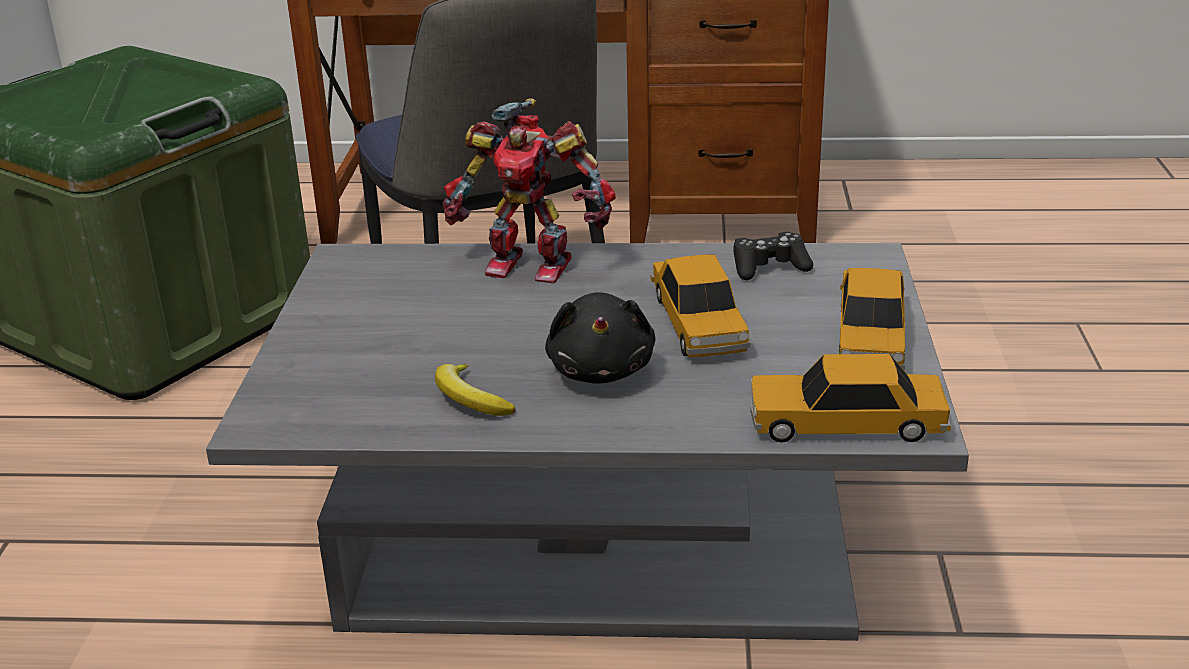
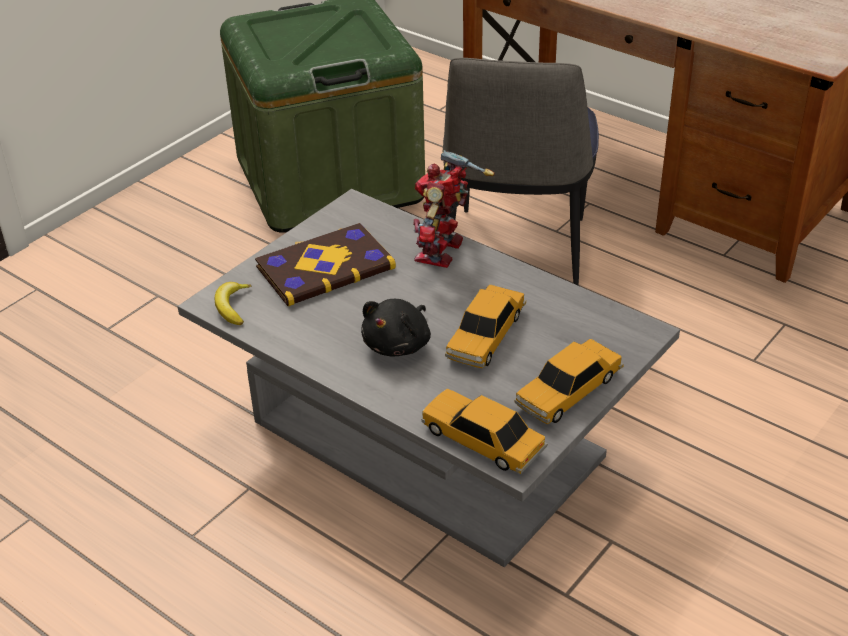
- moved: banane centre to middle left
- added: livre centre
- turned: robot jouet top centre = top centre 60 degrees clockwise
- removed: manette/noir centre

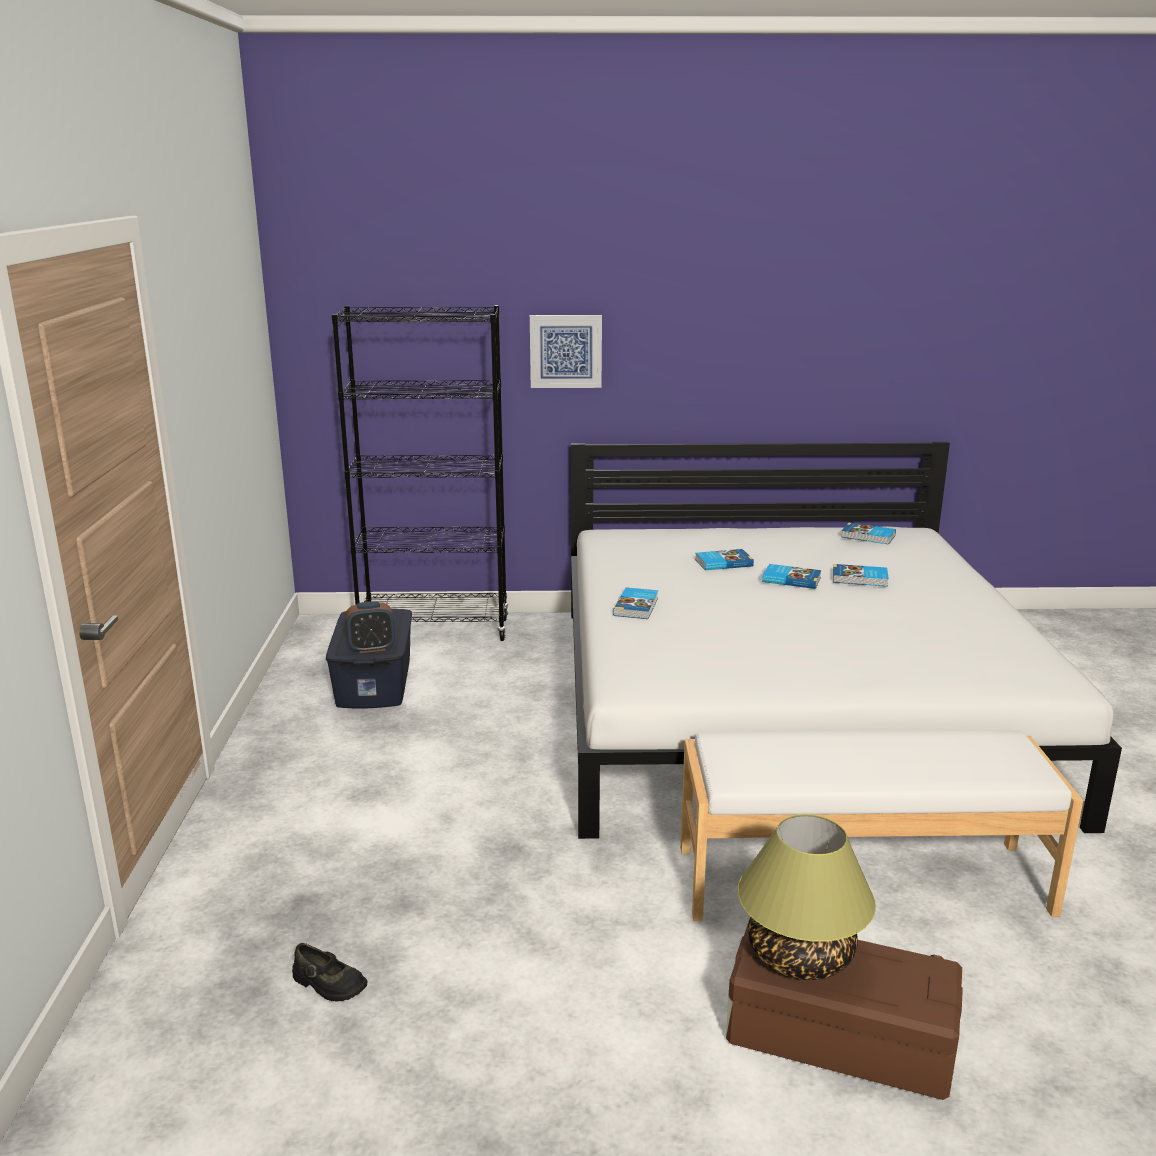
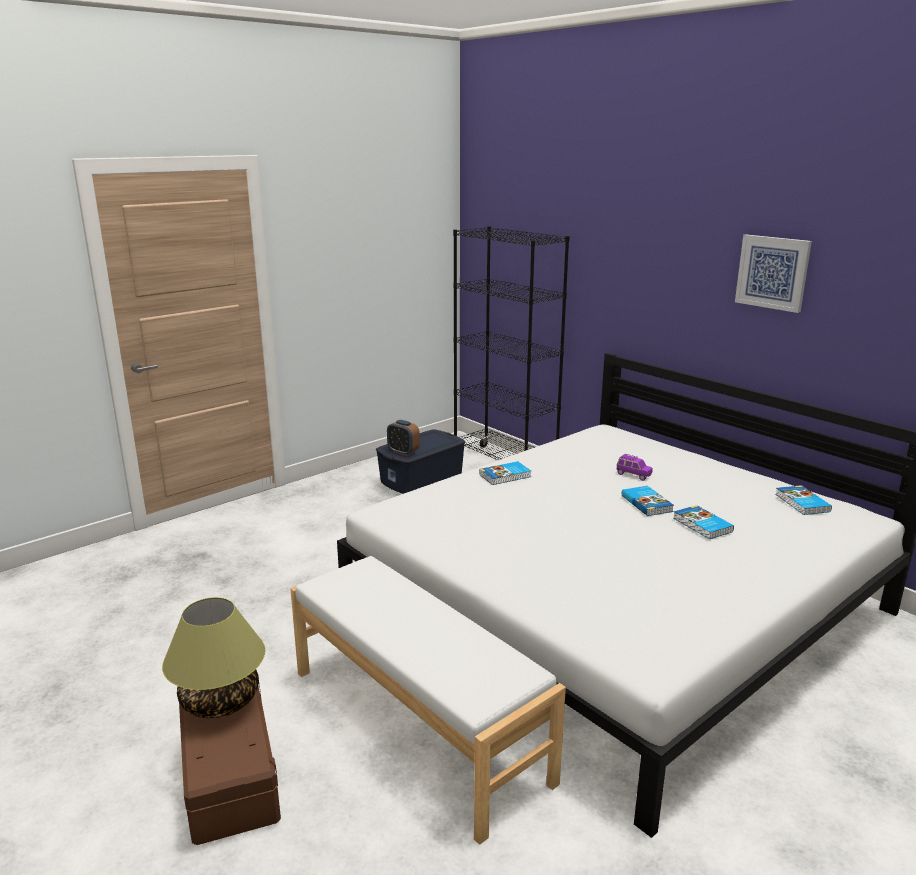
- replaced: livre (2nd from left) centre to petite voiture/violet middle right
- moved: tableau top centre to top right
- removed: chaussure/noir bottom left

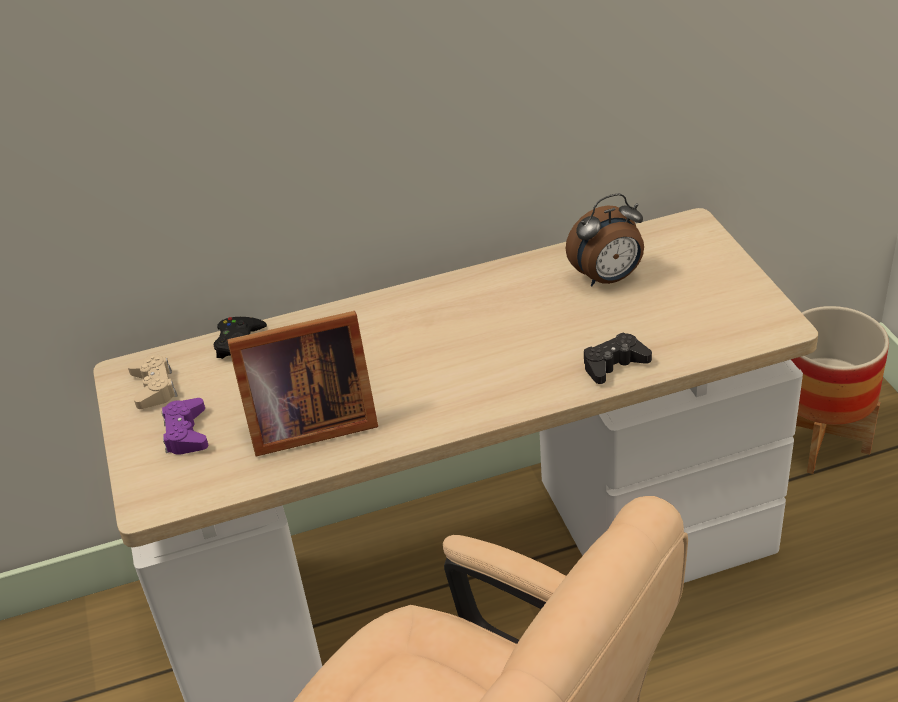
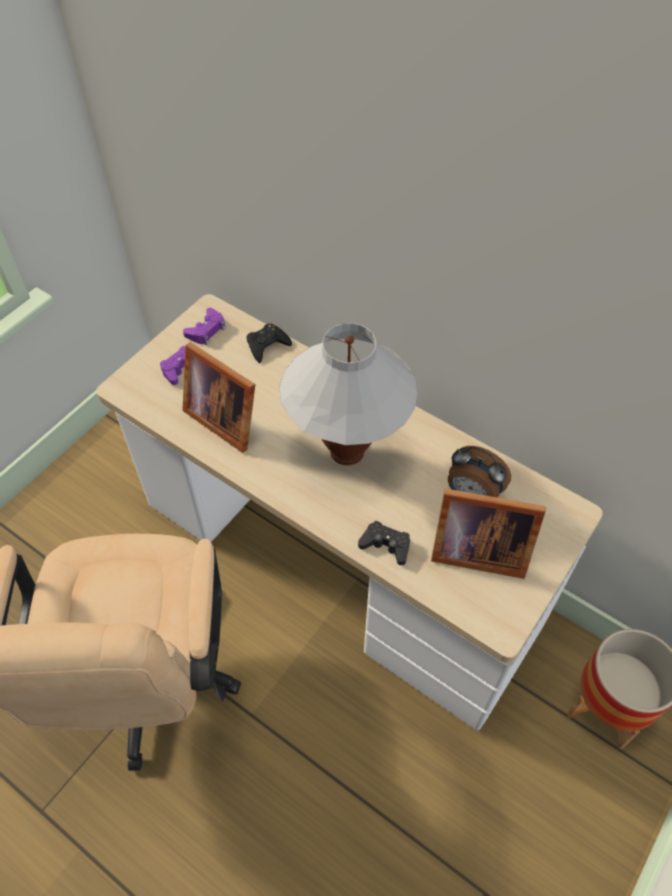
- recoloured: manette/beige middle left to manette/violet (2nd from left) middle left
- added: lampe de table/blanc centre
- added: cadre photo (2nd from left) middle right

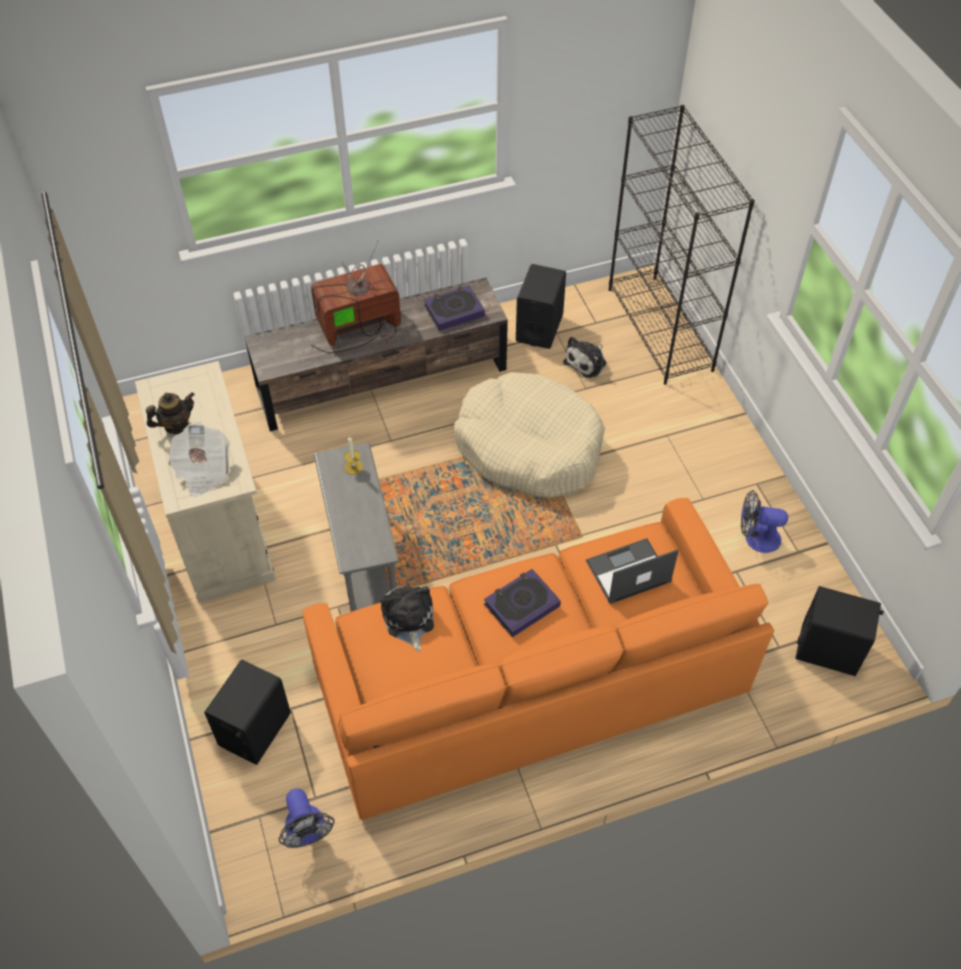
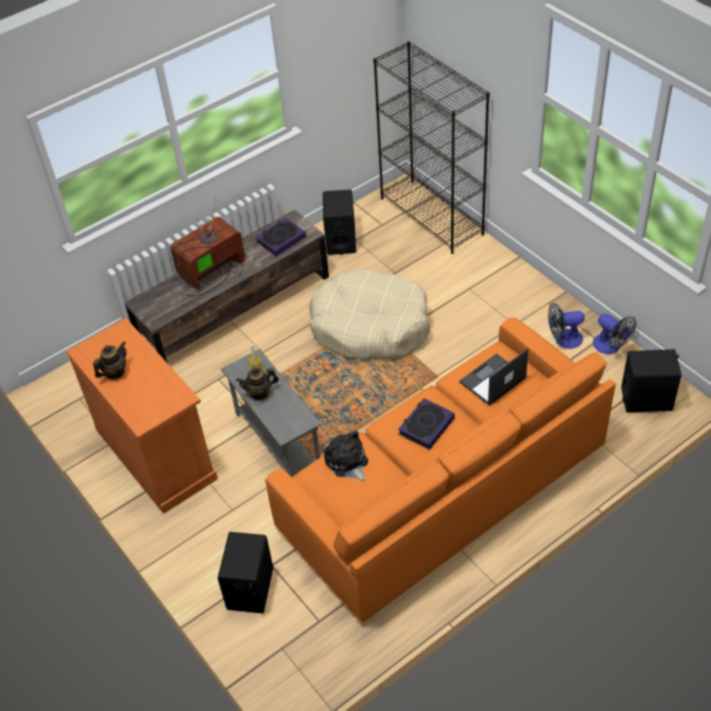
- recoloured: meuble de rangement/beige middle left to meuble de rangement/orange middle left
- added: théière (2nd from left) centre
- moved: ventilateur (1st from left in the first image) bottom left to ventilateur (2nd from left) middle right
- removed: journal middle left
- removed: peluche (2nd from left) centre

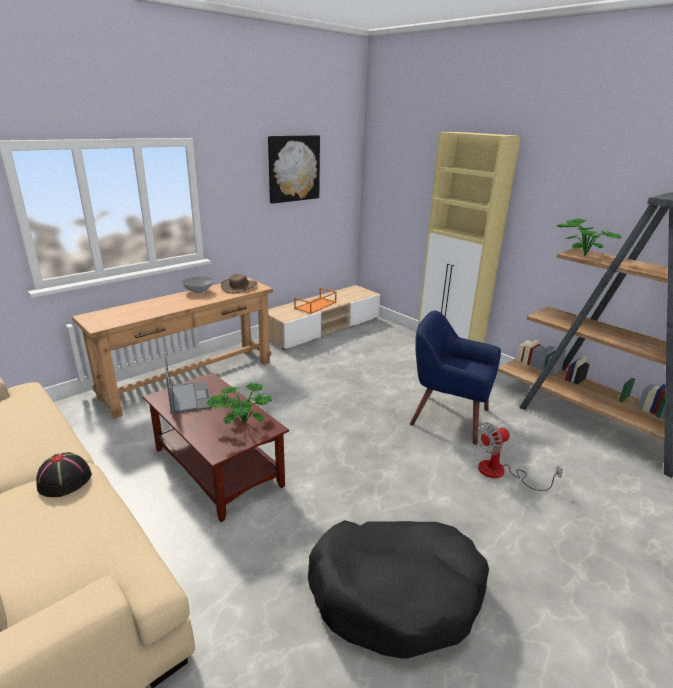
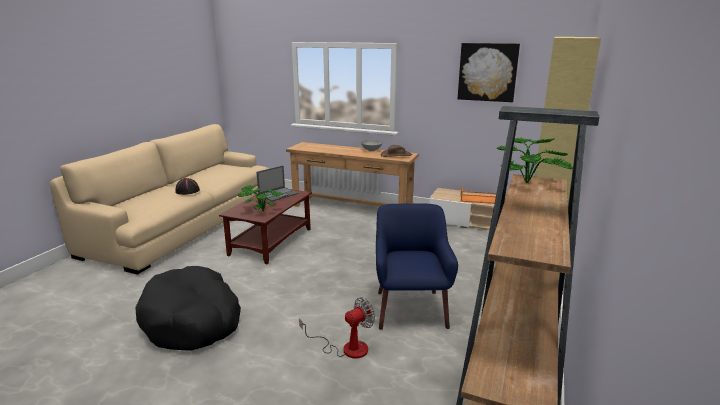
- turned: ventilateur middle right = bottom centre 105 degrees clockwise

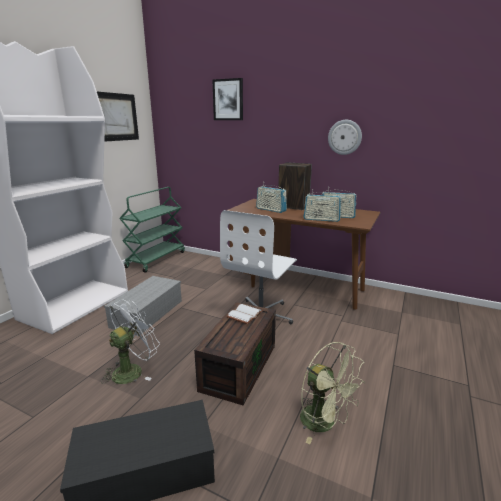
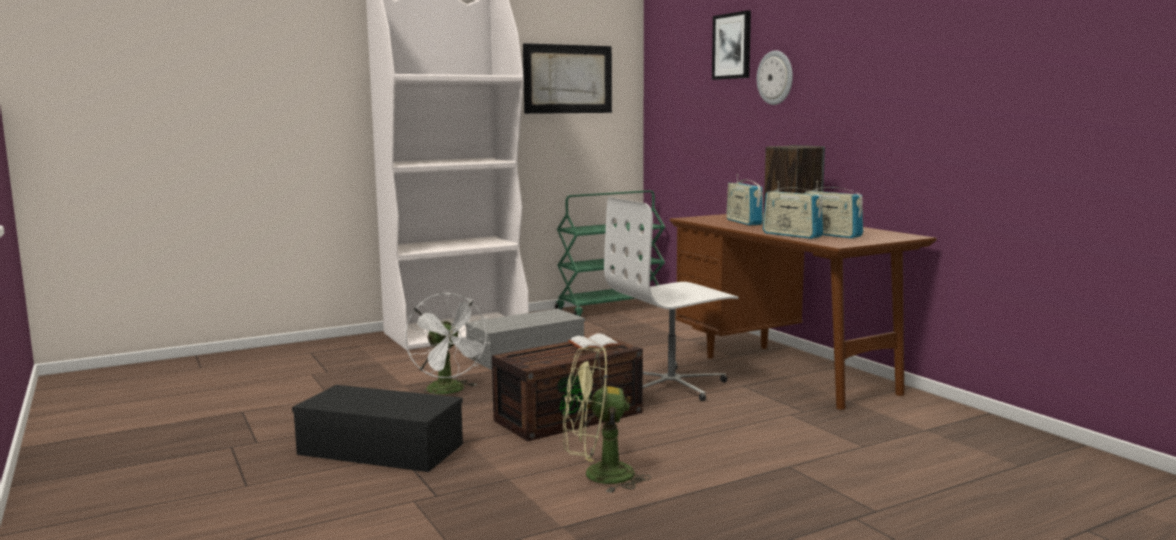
- turned: ventilateur/blanc bottom left = centre 75 degrees clockwise
- turned: ventilateur/vert bottom centre = bottom centre 90 degrees clockwise
- moved: horloge murale top right to top centre

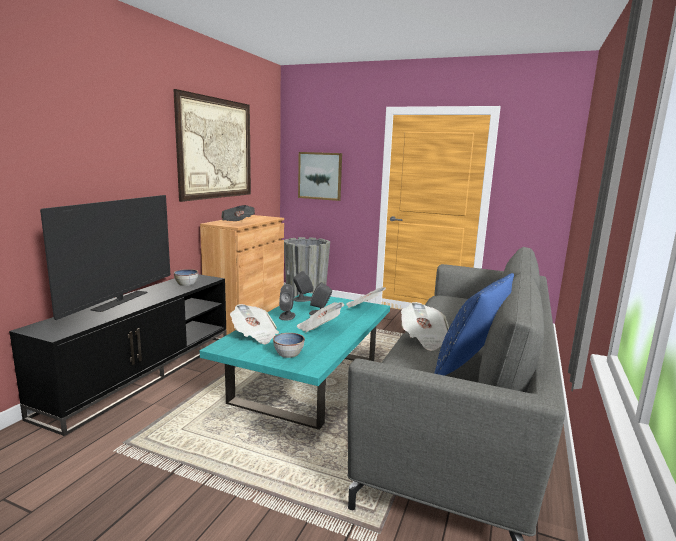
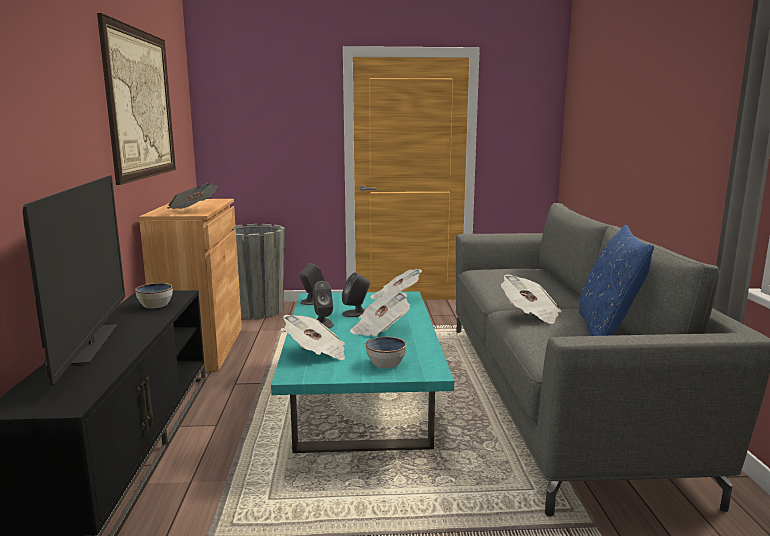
- removed: tableau (2nd from left) top centre

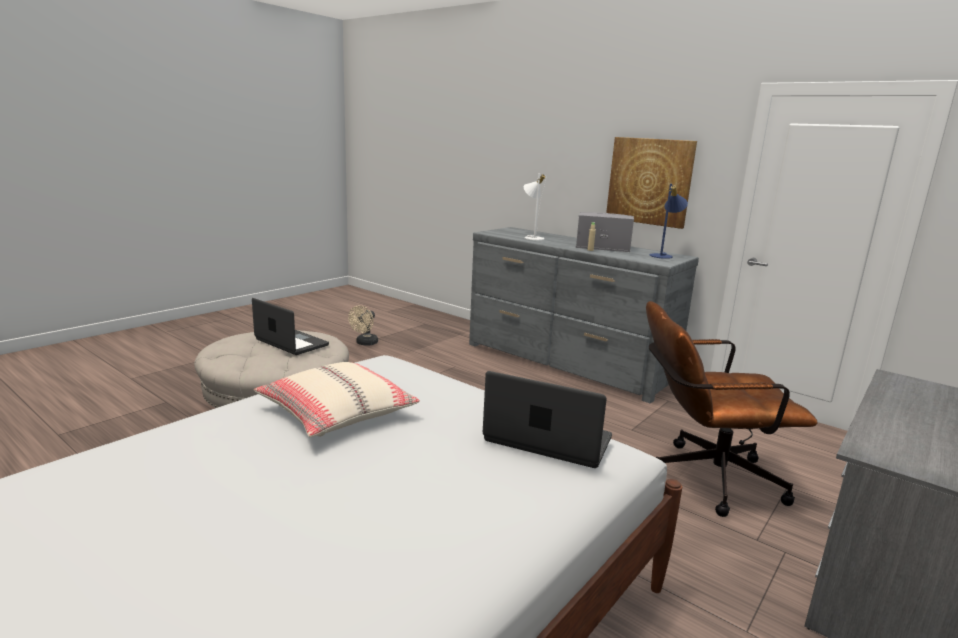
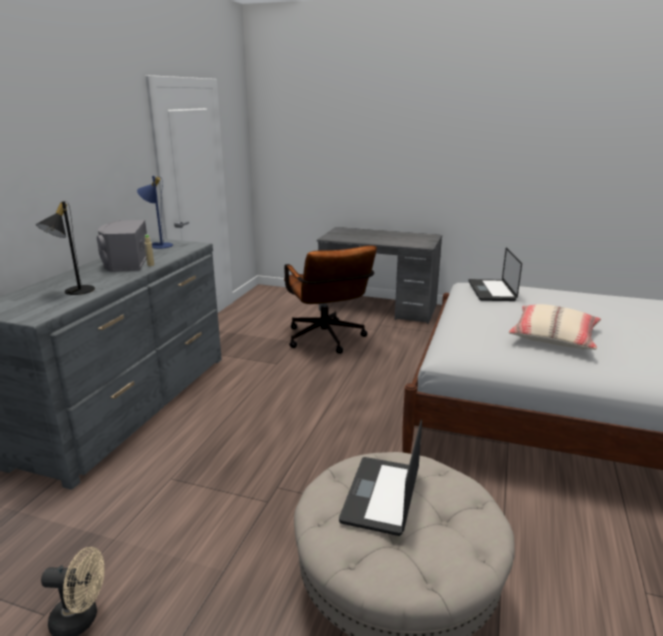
- recoloured: lampe de table/blanc top centre to lampe de table/noir middle left
- removed: tableau top right

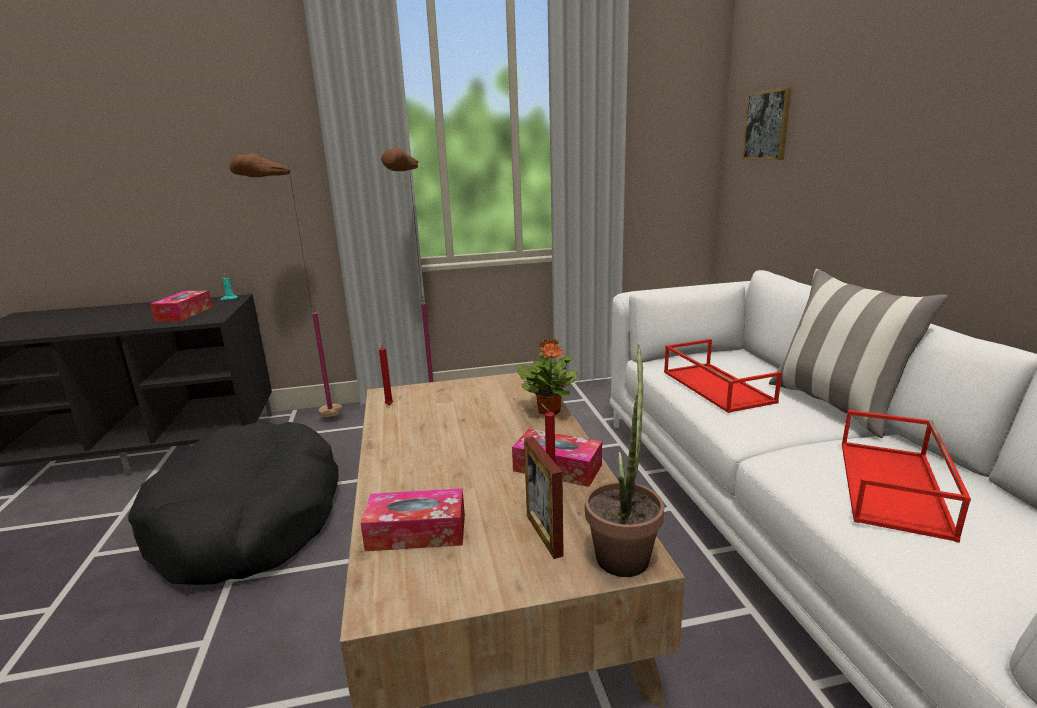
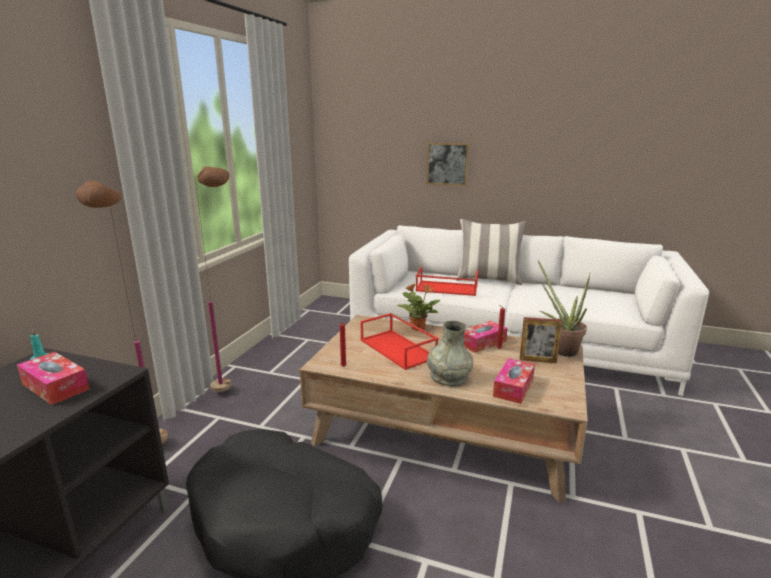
- moved: plateau/rouge (2nd from left in the first image) bottom right to plateau/rouge (1st from left) centre
- moved: tableau top right to top centre
- added: vase/gris centre

